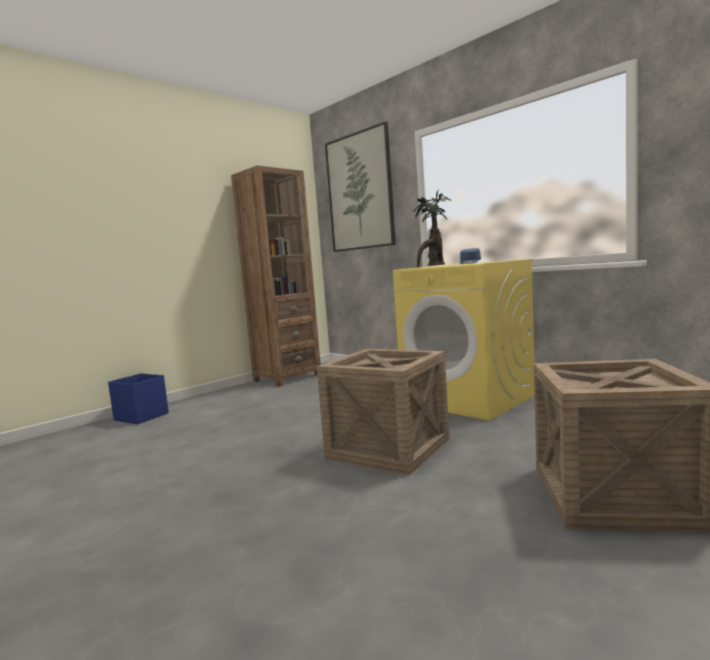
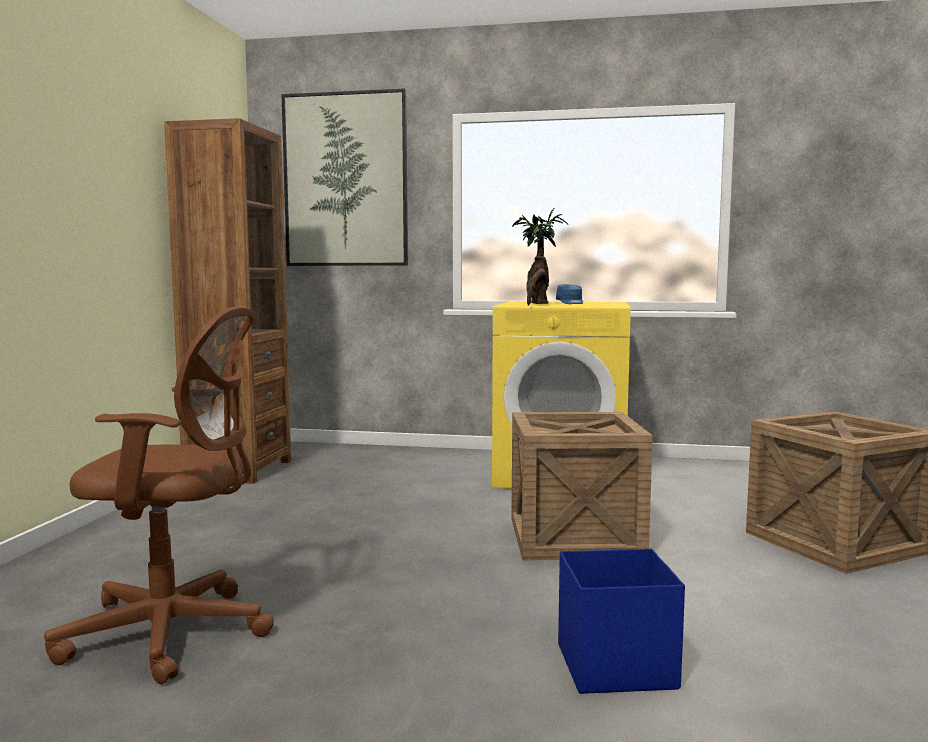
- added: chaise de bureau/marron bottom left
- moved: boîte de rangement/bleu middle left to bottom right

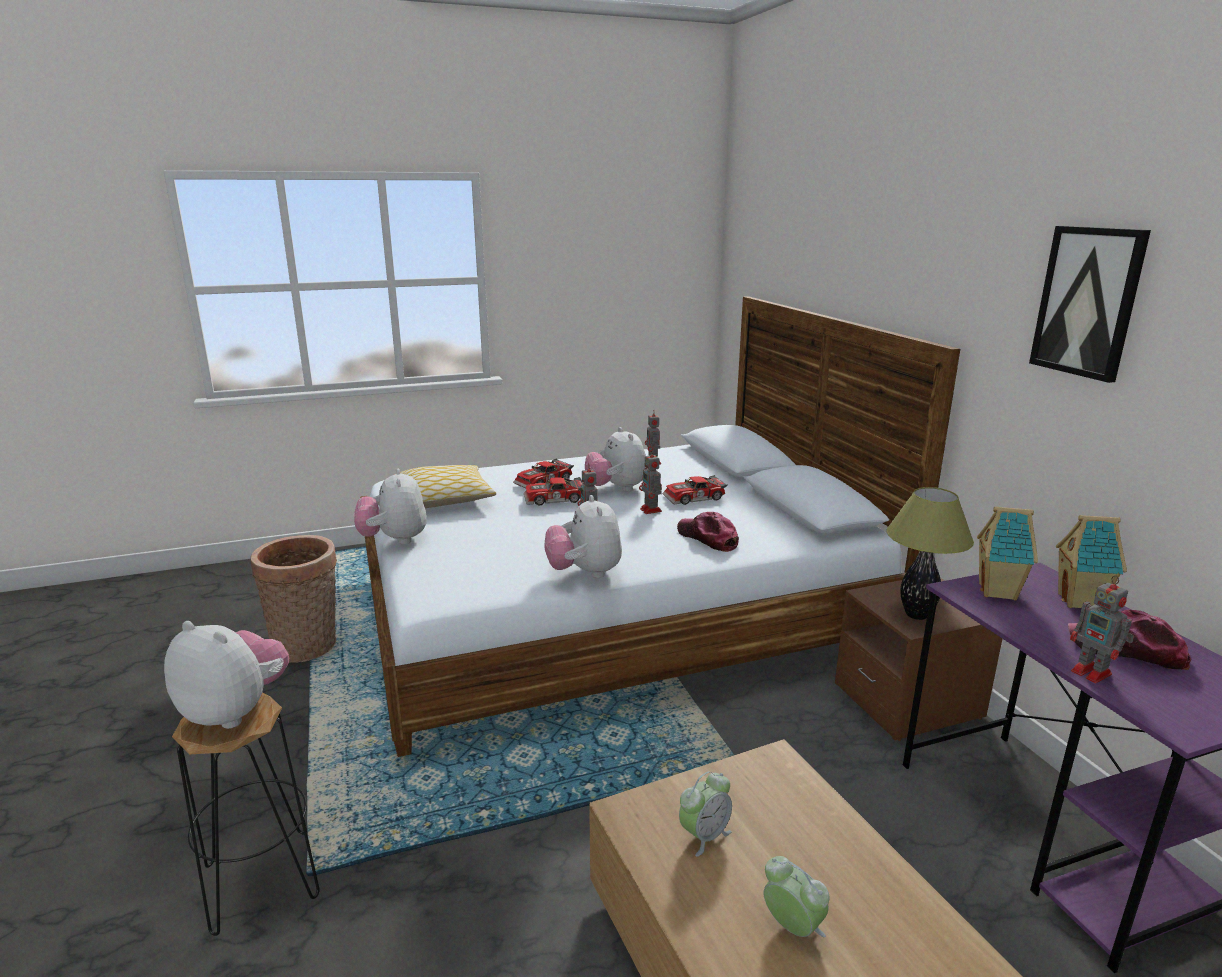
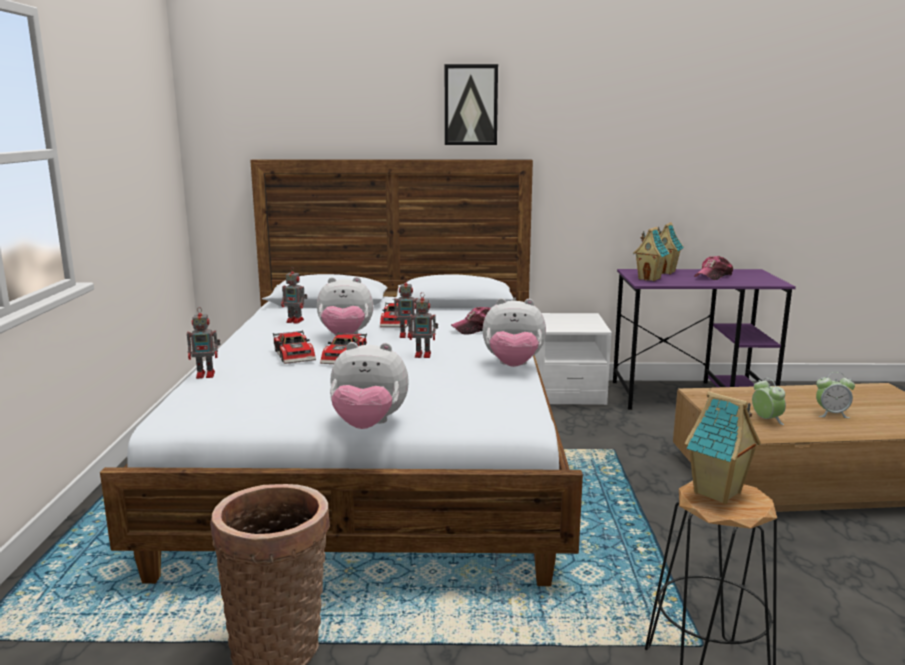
- moved: robot jouet (4th from left in the first image) middle right to robot jouet (1st from left) middle left
- moved: tableau top right to top centre
- recoloured: table de chevet/marron bottom right to table de chevet/blanc centre
- replaced: peluche (1st from left) bottom left to maison miniature (3rd from left) bottom right
- turned: réveil (2nd from left) bottom centre = middle right 150 degrees counterclockwise
- removed: coussin centre
- removed: lampe de table middle right

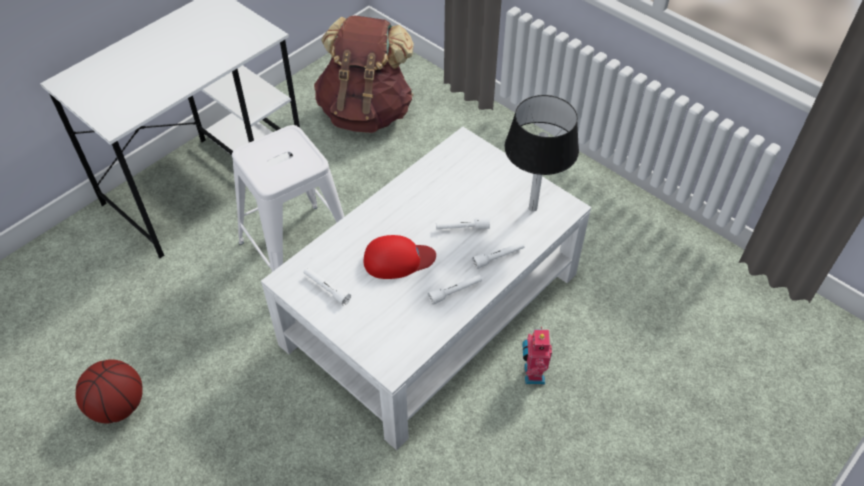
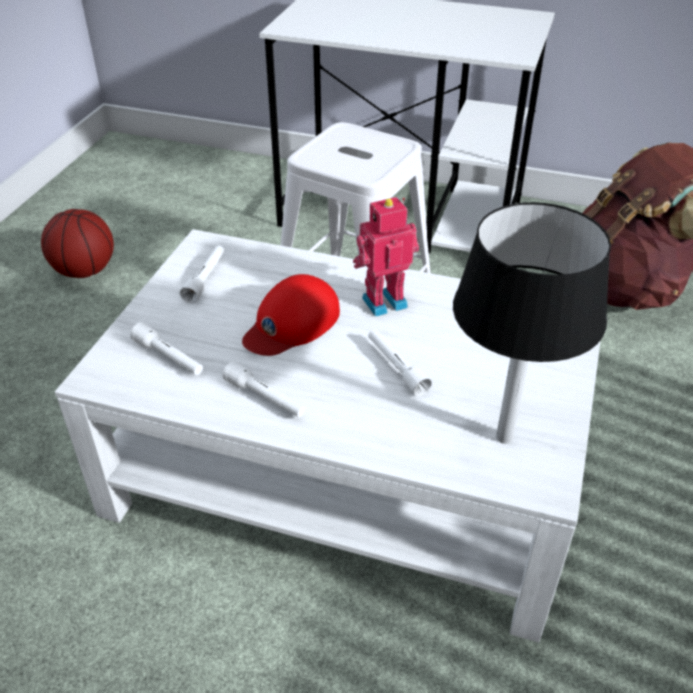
- moved: lampe de poche/blanc (4th from left in the first image) centre to lampe de poche/blanc (1st from left) middle left
- turned: casquette/rouge centre = centre 75 degrees clockwise
- moved: robot jouet bottom centre to centre

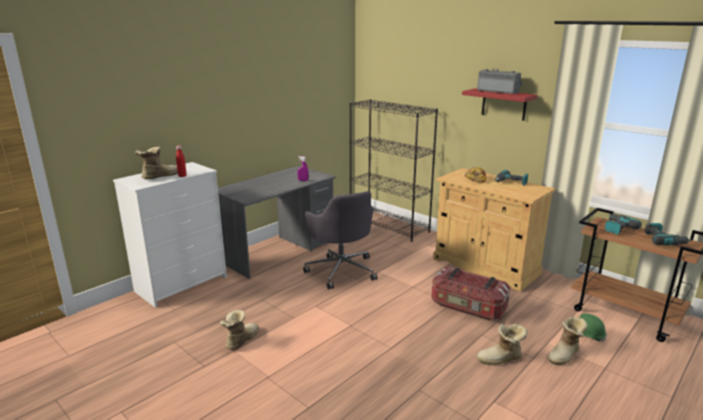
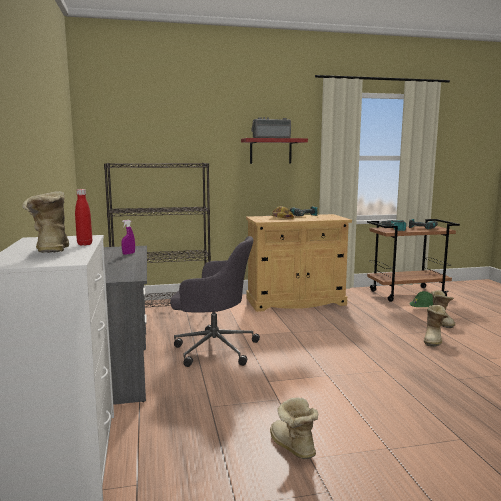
- removed: boîte de rangement bottom right

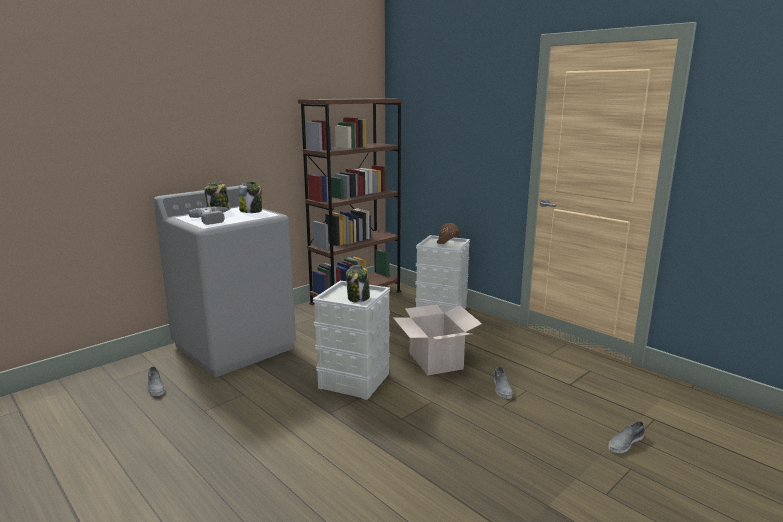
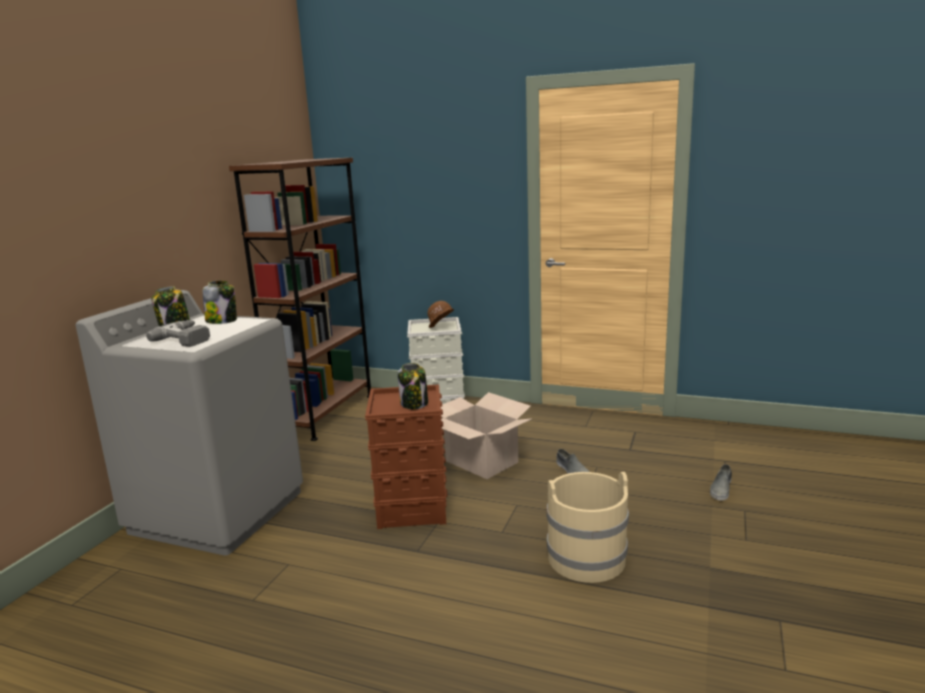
- recoloured: boîte de rangement/gris (1st from left) centre to boîte de rangement/marron centre
- added: seau/beige bottom centre
- removed: chaussure/gris (1st from left) bottom left

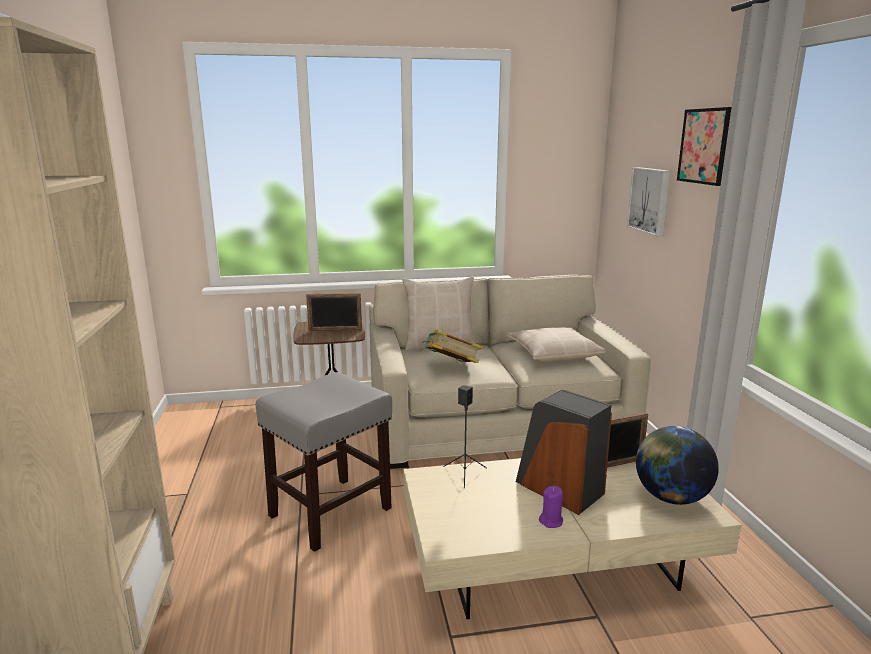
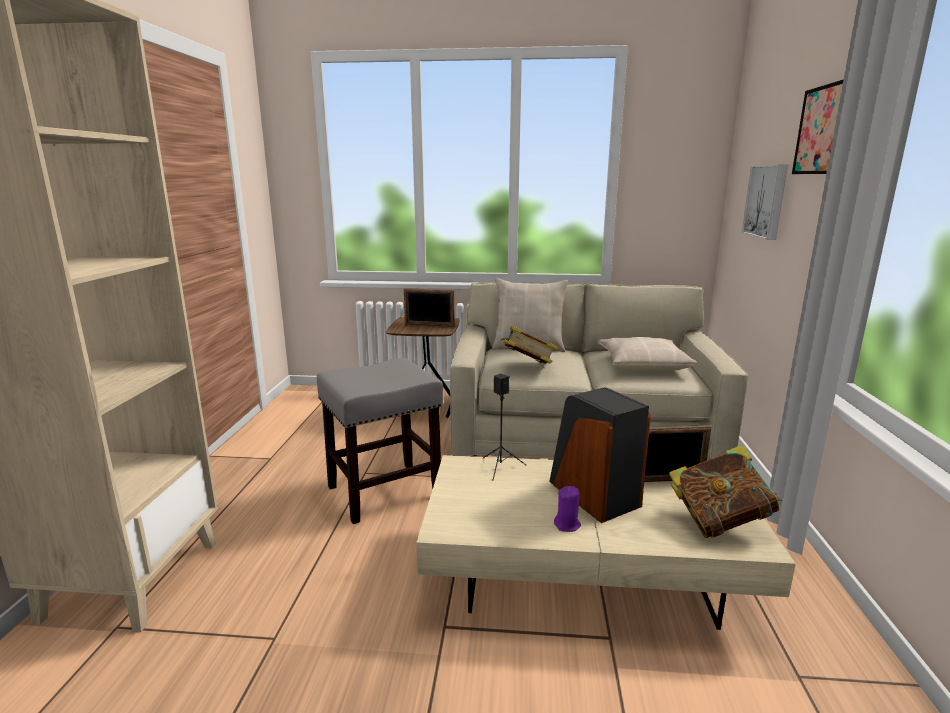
- replaced: globe bottom right to livre (2nd from left) bottom right

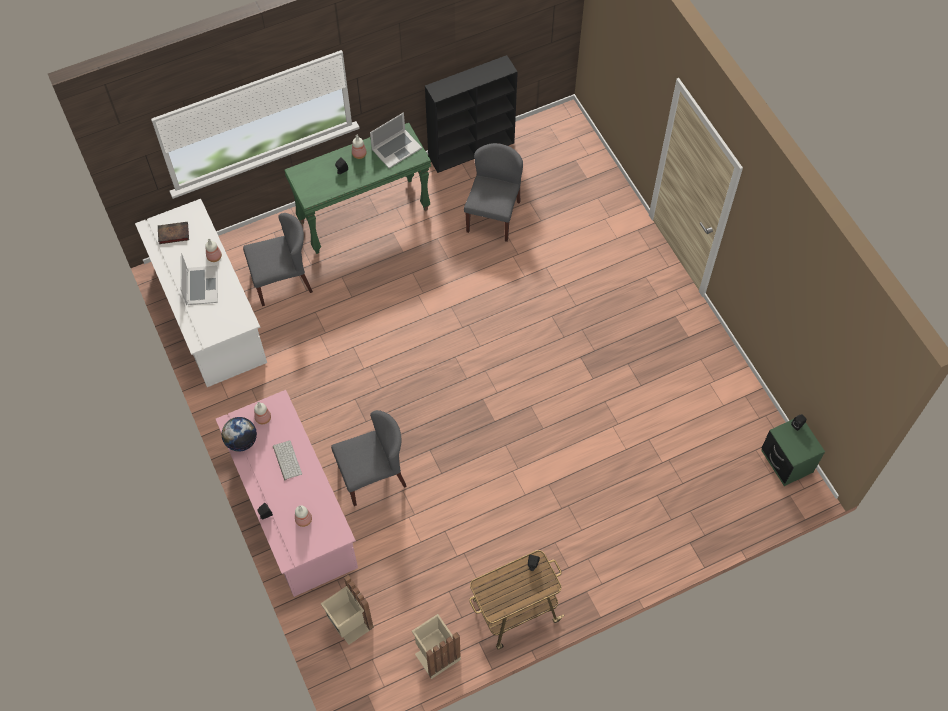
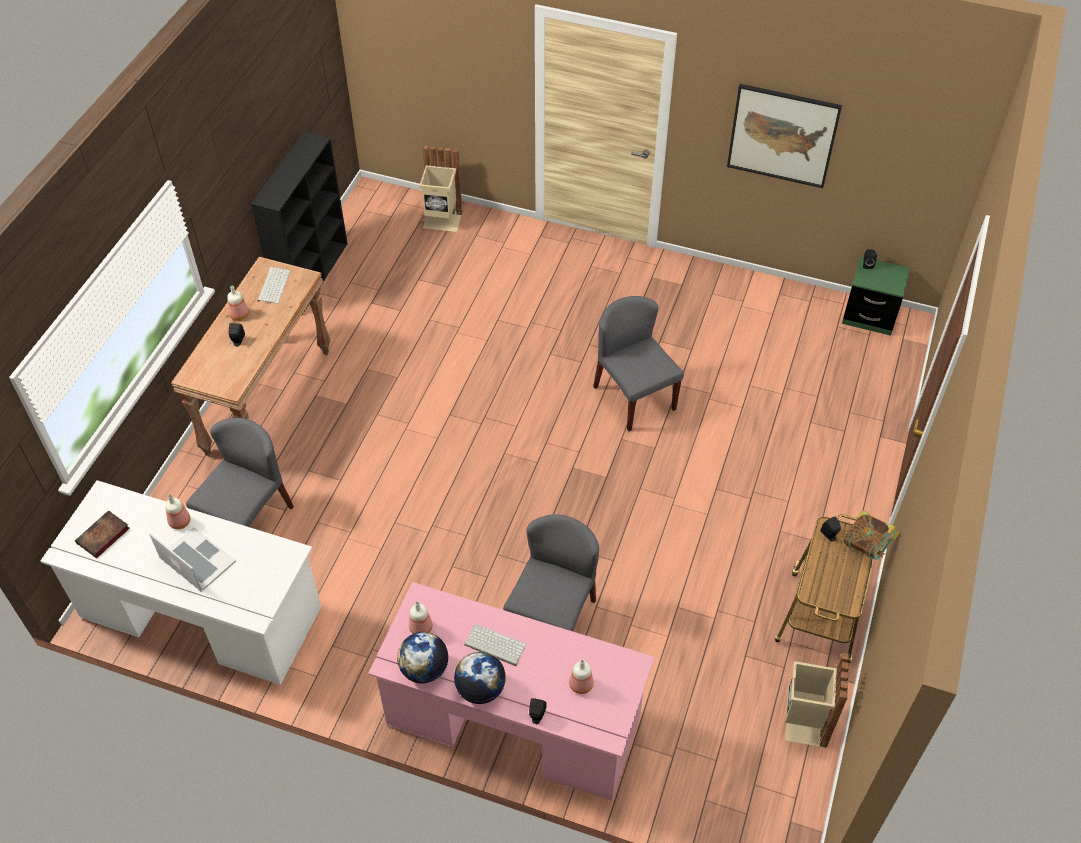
- recoloured: table console/vert top centre to table console/marron middle left
- replaced: ordinateur portable (2nd from left) top centre to clavier (1st from left) middle left
- moved: poubelle/beige (1st from left) bottom centre to top centre
- added: globe (2nd from left) bottom centre
- moved: chaise/gris (3rd from left) top centre to centre
- added: tableau top right
- added: livre (2nd from left) middle right

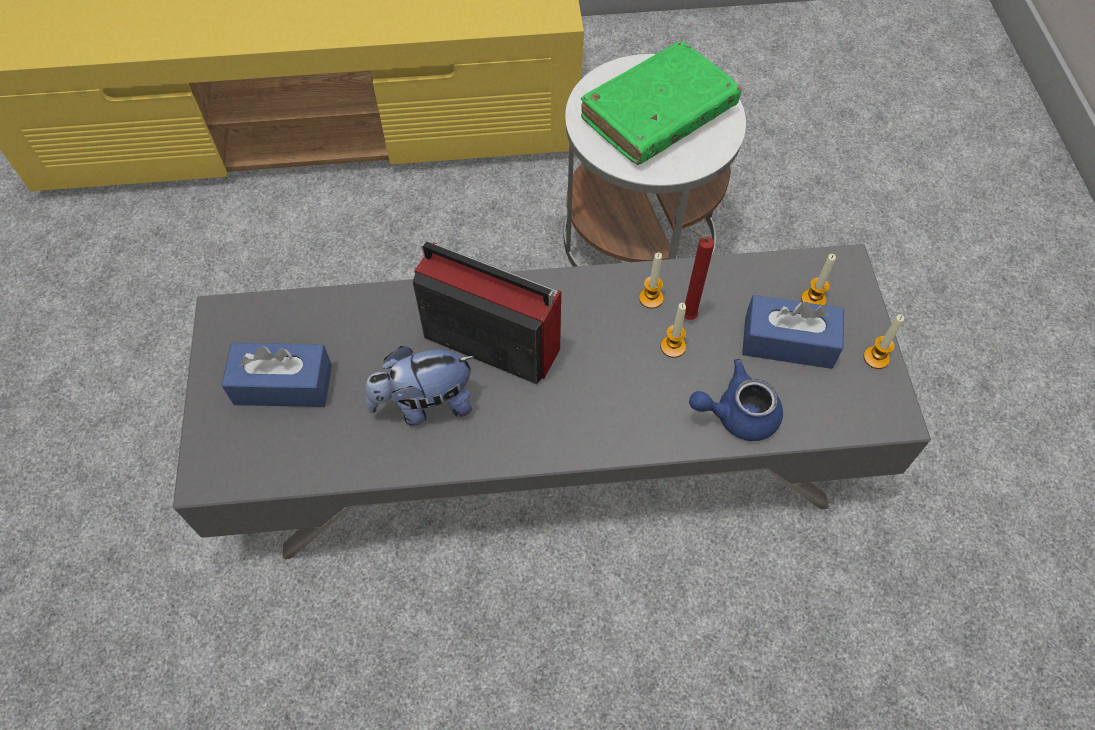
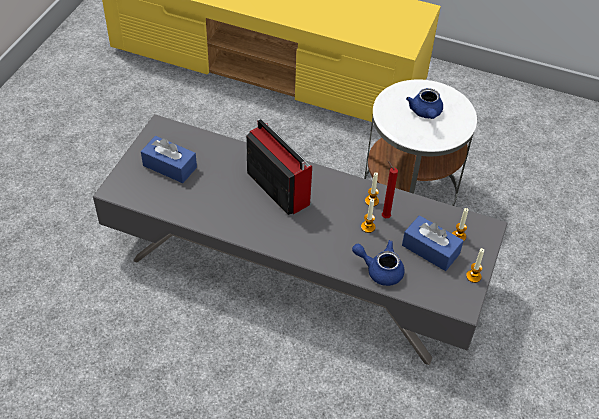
- replaced: livre/vert top centre to théière/bleu (2nd from left) top right
- removed: peluche centre

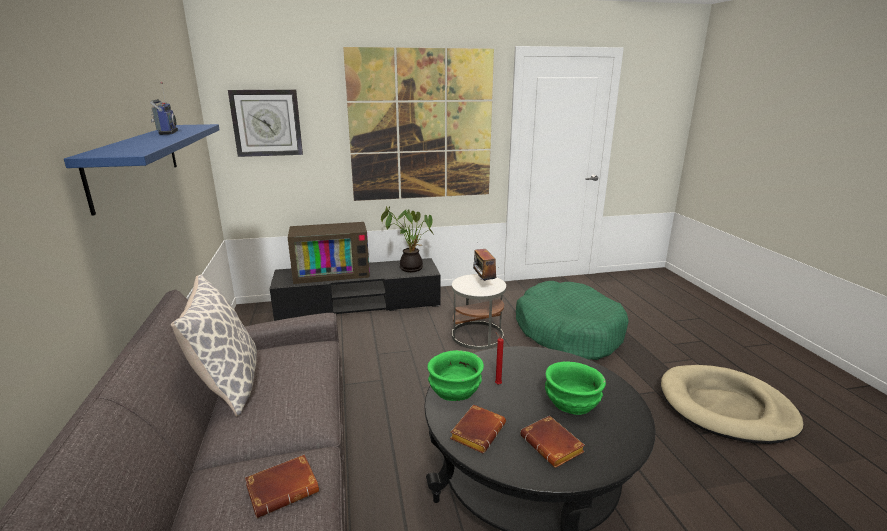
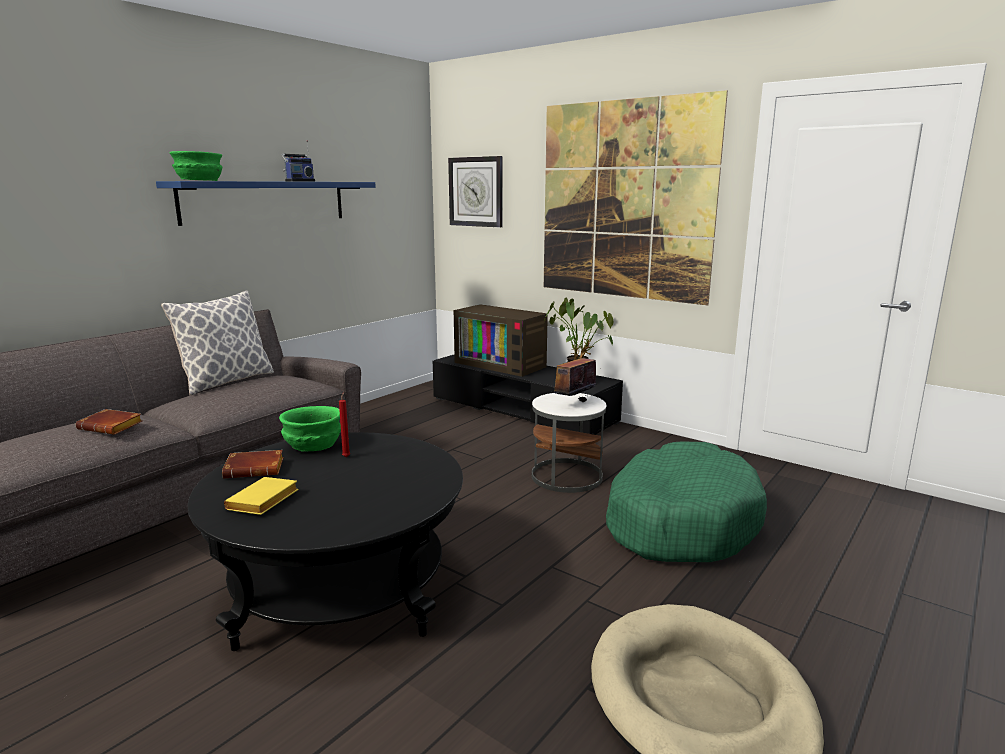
- moved: bol/vert (2nd from left in the first image) bottom centre to bol/vert (1st from left) top left
- recoloured: livre/marron (3rd from left) bottom centre to livre/jaune middle left

